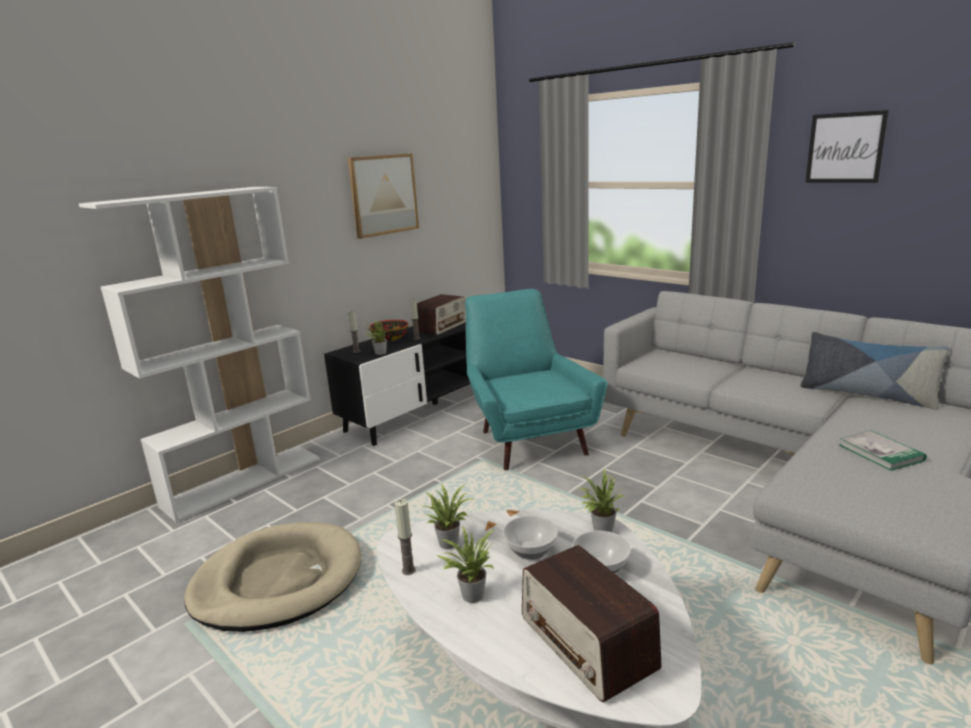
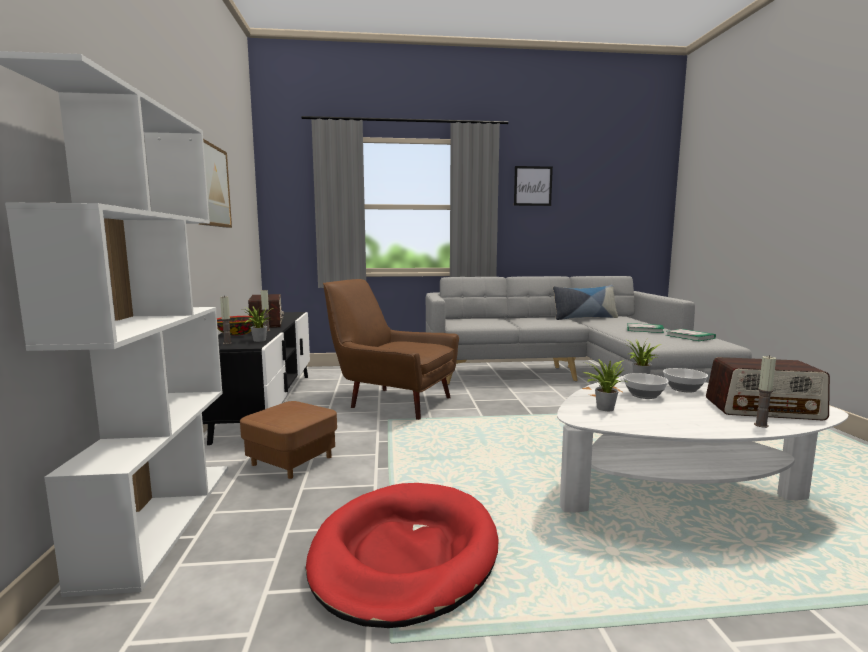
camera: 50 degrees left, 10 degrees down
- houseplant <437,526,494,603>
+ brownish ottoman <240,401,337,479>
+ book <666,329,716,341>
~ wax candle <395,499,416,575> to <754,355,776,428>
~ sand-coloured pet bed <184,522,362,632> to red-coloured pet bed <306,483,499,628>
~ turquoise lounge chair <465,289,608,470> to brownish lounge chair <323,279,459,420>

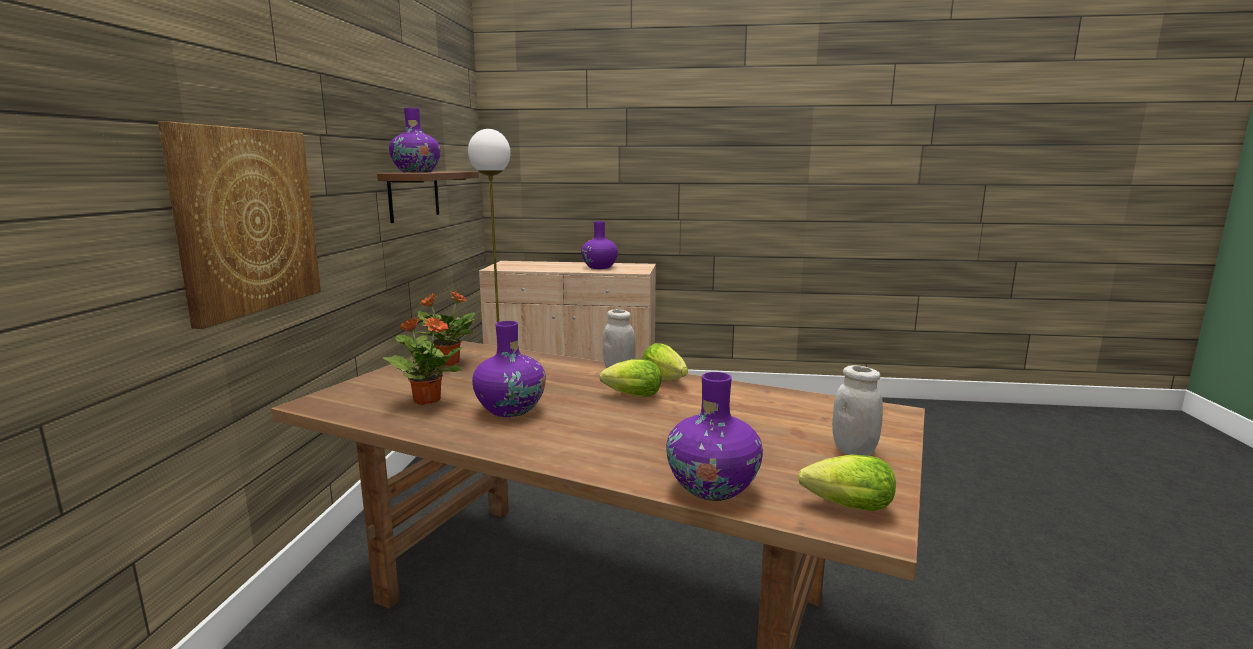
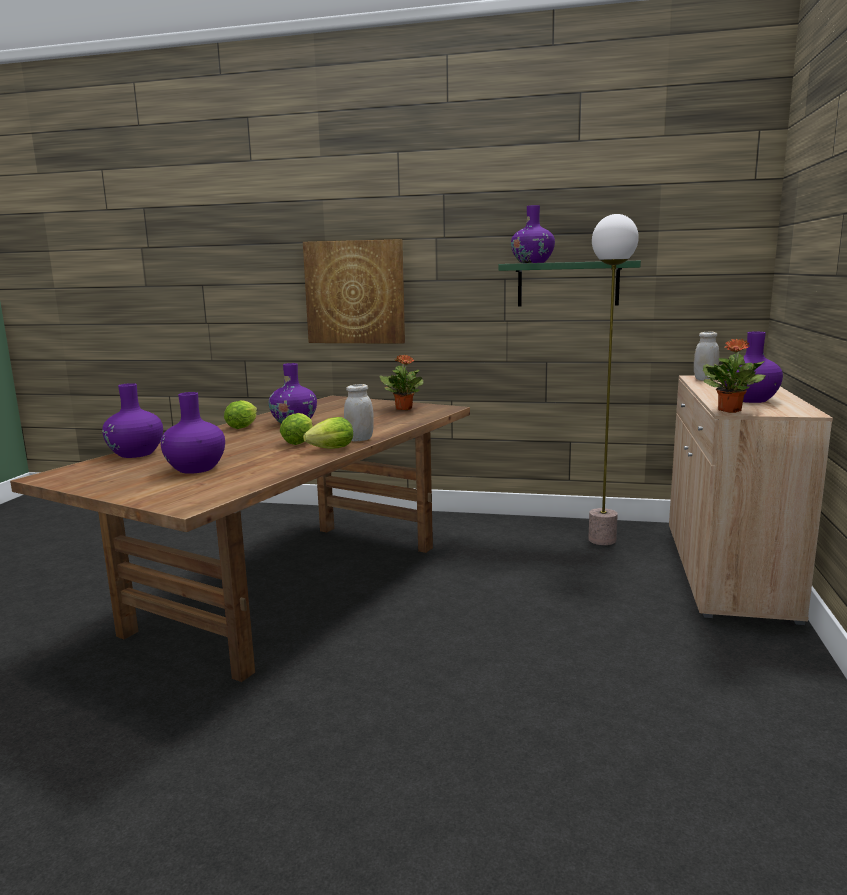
camera: 95 degrees right, 0 degrees up
+ purple vase <160,392,225,474>
~ houseplant <383,317,463,405> to <703,339,766,413>
~ lettuce <798,455,896,511> to <224,400,257,429>
~ white-coloured jar <832,365,883,456> to <694,332,719,381>
~ brownish wall shelf <377,171,479,223> to green wall shelf <498,261,641,307>

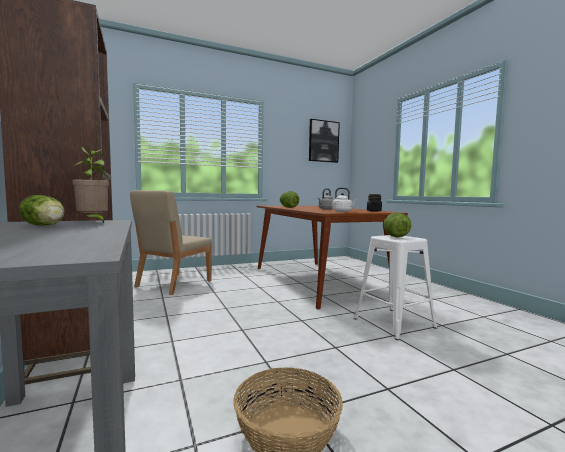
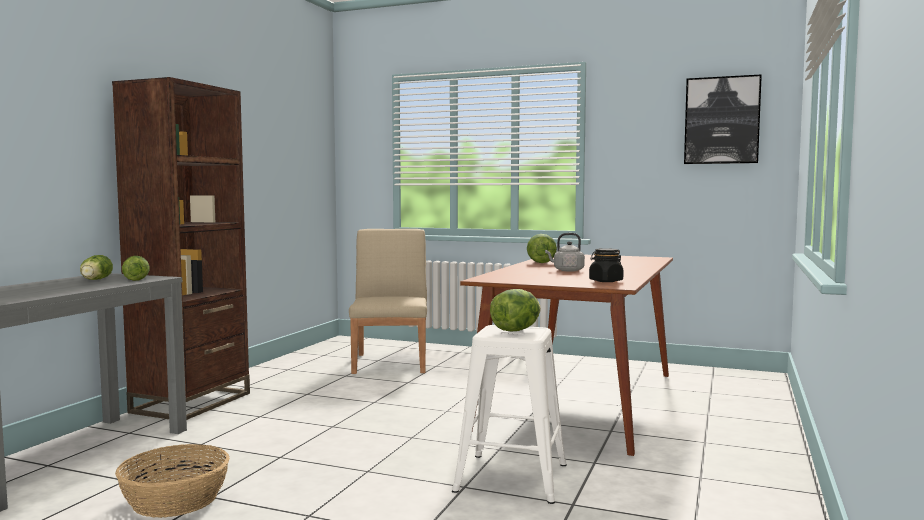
camera: 45 degrees right, 0 degrees up
- white-coloured kettle <332,188,357,212>
~ houseplant <72,147,110,224> to lettuce <122,256,149,281>
~ sand-coloured chair <130,190,212,295> = <349,229,427,374> 105 degrees clockwise

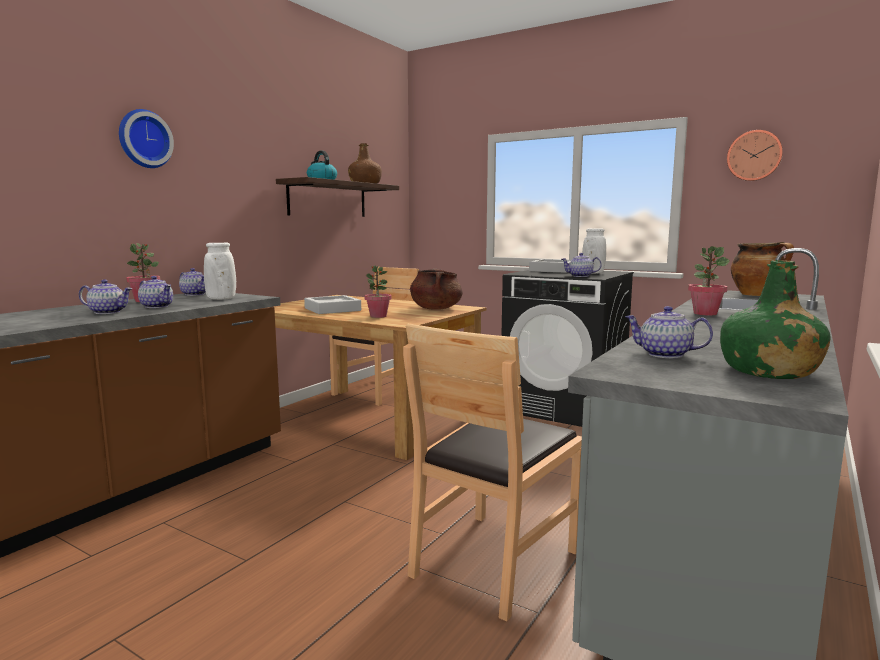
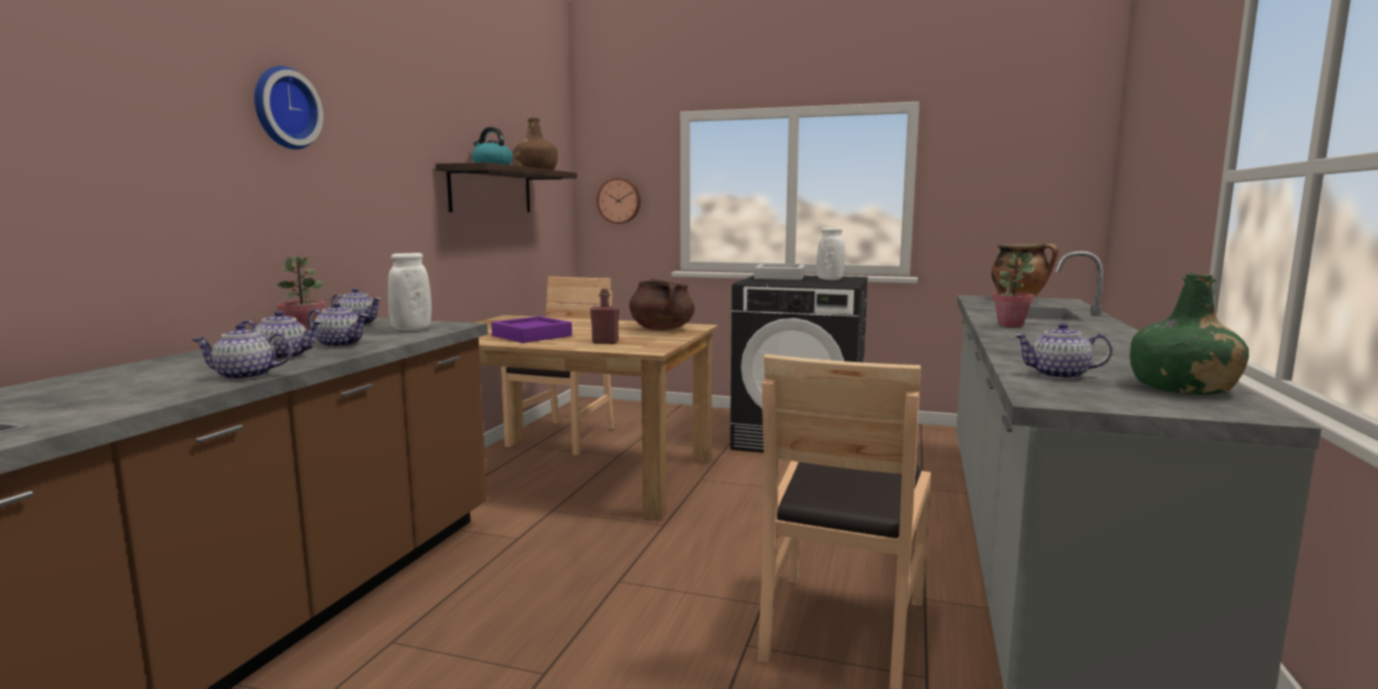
camera: 15 degrees left, 0 degrees up
~ tea pot <561,253,602,277> to <192,323,293,380>
~ clock on the wall <727,130,783,181> to <597,178,641,224>
~ houseplant <365,265,392,318> to red-coloured bottle <590,289,619,344>
~ gray tray <304,295,361,314> to purple tray <491,316,572,343>

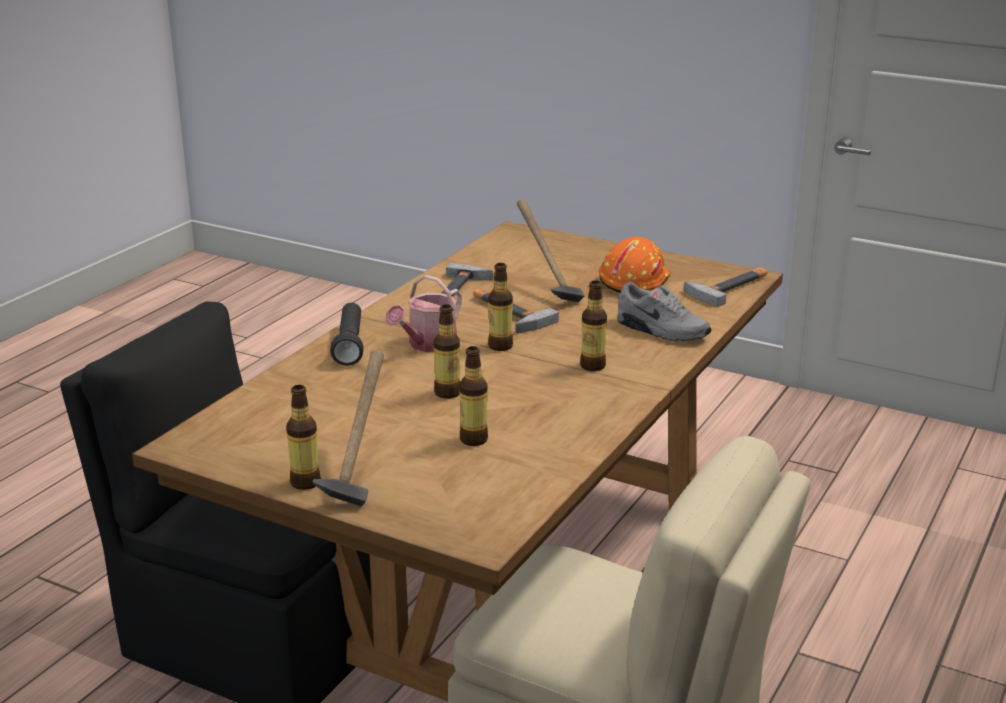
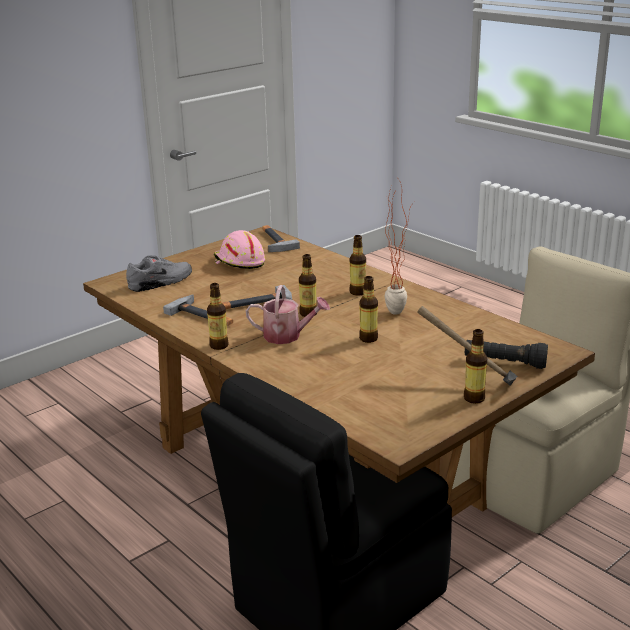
camera: 70 degrees left, 0 degrees up
- hand hammer <517,199,585,302>
+ houseplant <385,180,414,315>
~ black flashlight <330,303,364,366> to <465,340,548,369>
~ bottle <459,346,488,446> to <207,283,229,350>
~ gray item of footwear <617,282,712,341> to <126,255,192,292>
~ orange safety helmet <599,237,670,293> to pink-coloured safety helmet <214,230,265,269>
~ watering can <386,275,462,352> = <246,285,330,344> 45 degrees counterclockwise

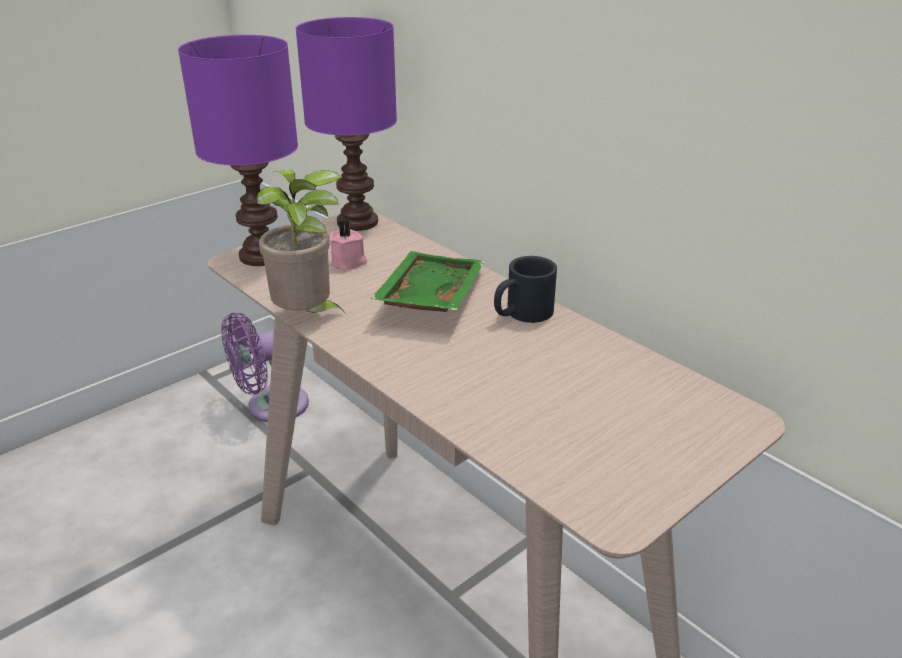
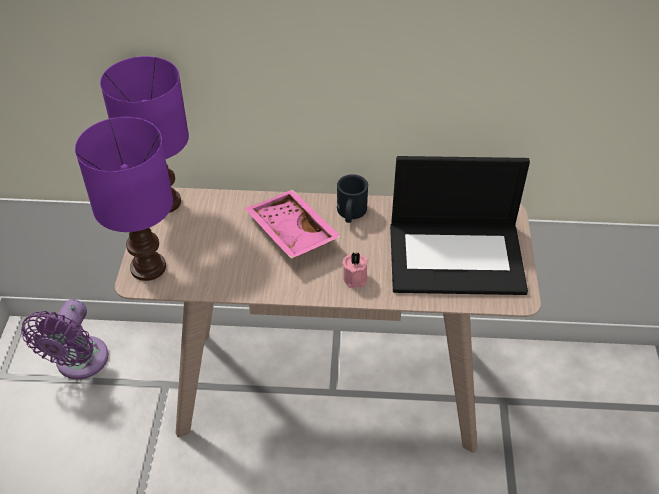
camera: 45 degrees left, 15 degrees up
- houseplant <257,170,344,313>
+ laptop <390,156,530,295>
~ pink-coloured wax candle <330,219,367,271> to <342,252,367,288>
~ green tray <371,251,485,312> to pink-coloured tray <245,189,342,259>

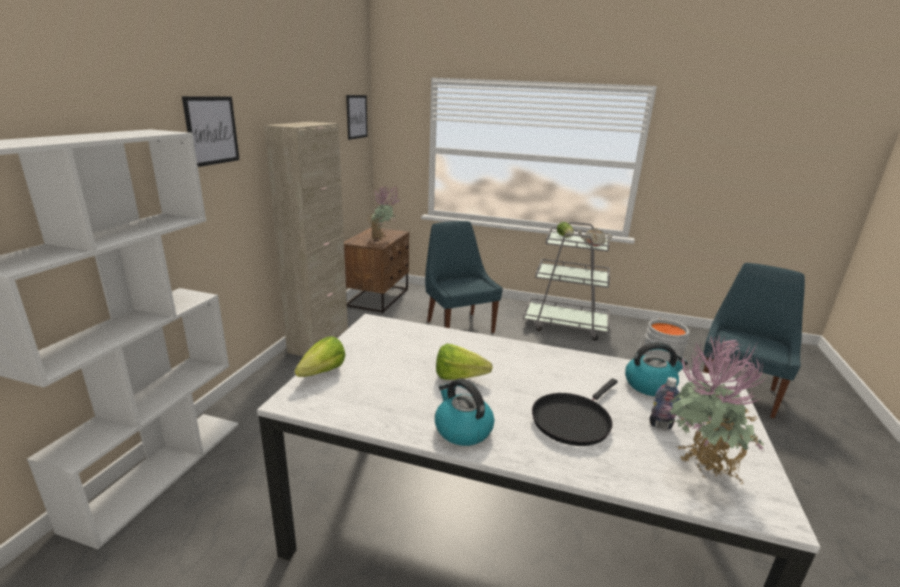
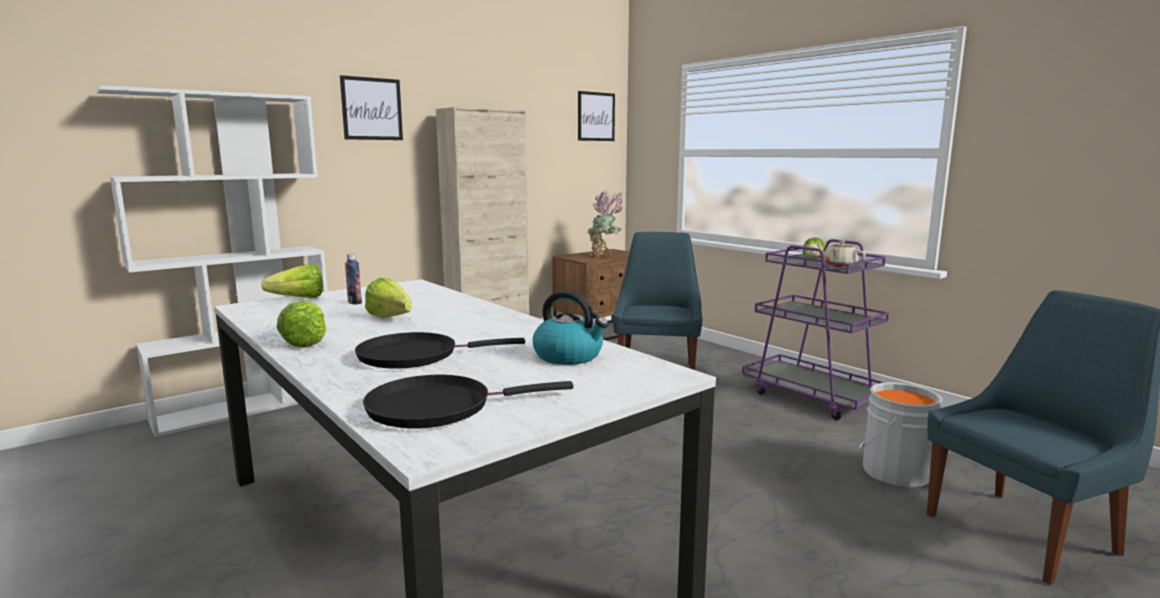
camera: 35 degrees right, 10 degrees down
~ bottle <649,377,681,430> to <345,254,362,305>
~ kettle <435,378,494,446> to lettuce <277,301,326,348>
~ houseplant <664,334,765,484> to black pan <363,375,574,428>
~ gray wheeled cart <523,222,610,341> to purple wheeled cart <742,239,889,420>

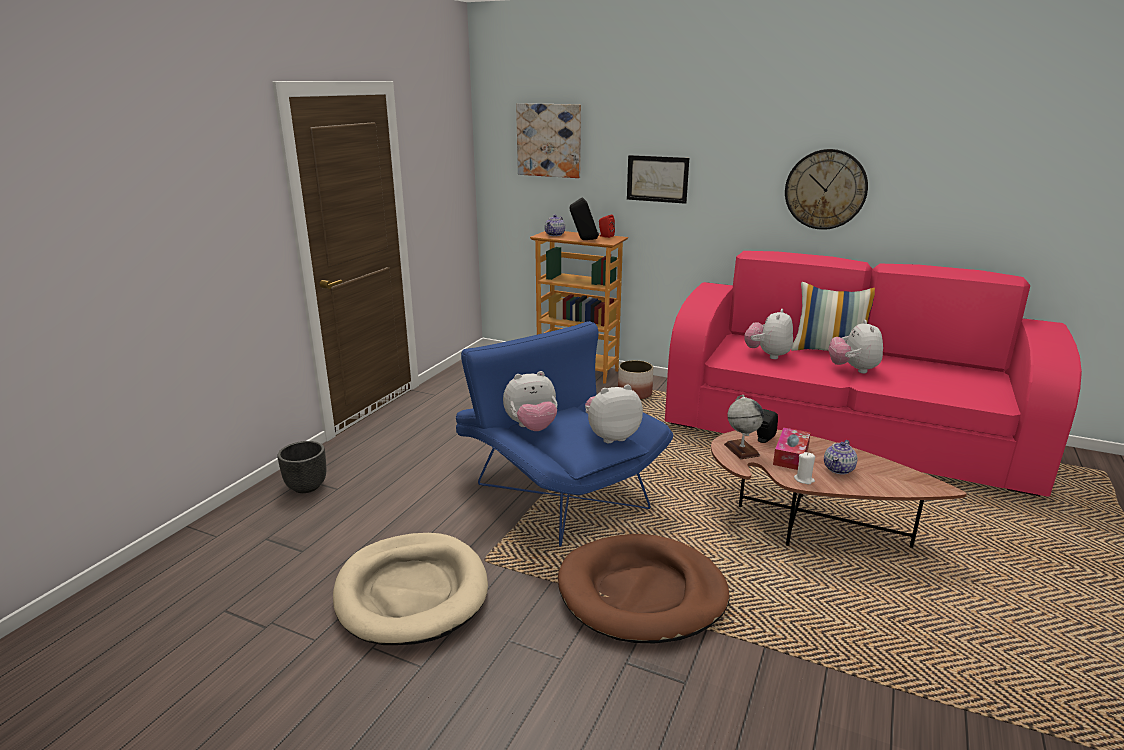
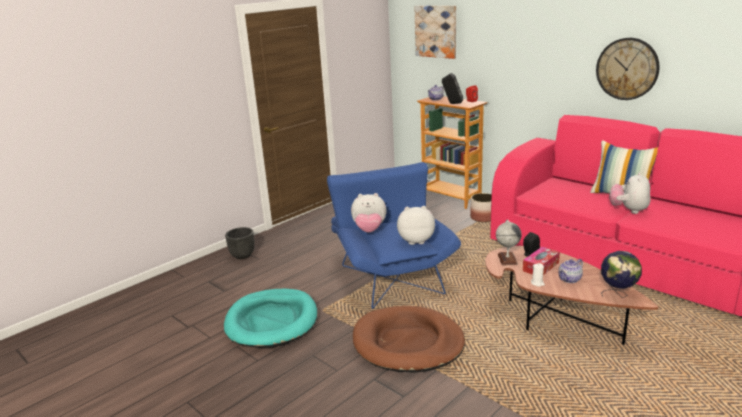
camera: 20 degrees right, 0 degrees up
- wall art <627,155,689,204>
- soft toy <744,309,793,359>
+ globe <601,251,642,298>
~ sand-coloured pet bed <333,533,488,645> to turquoise pet bed <224,289,317,348>

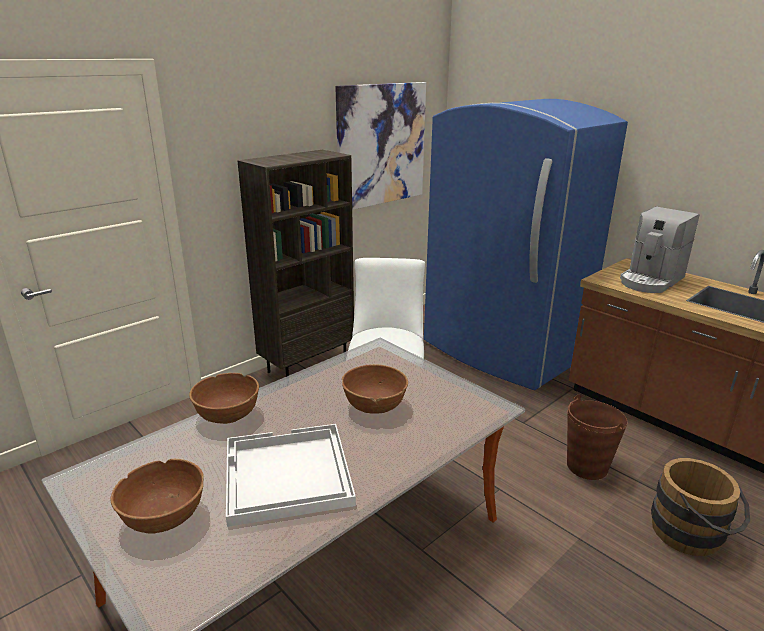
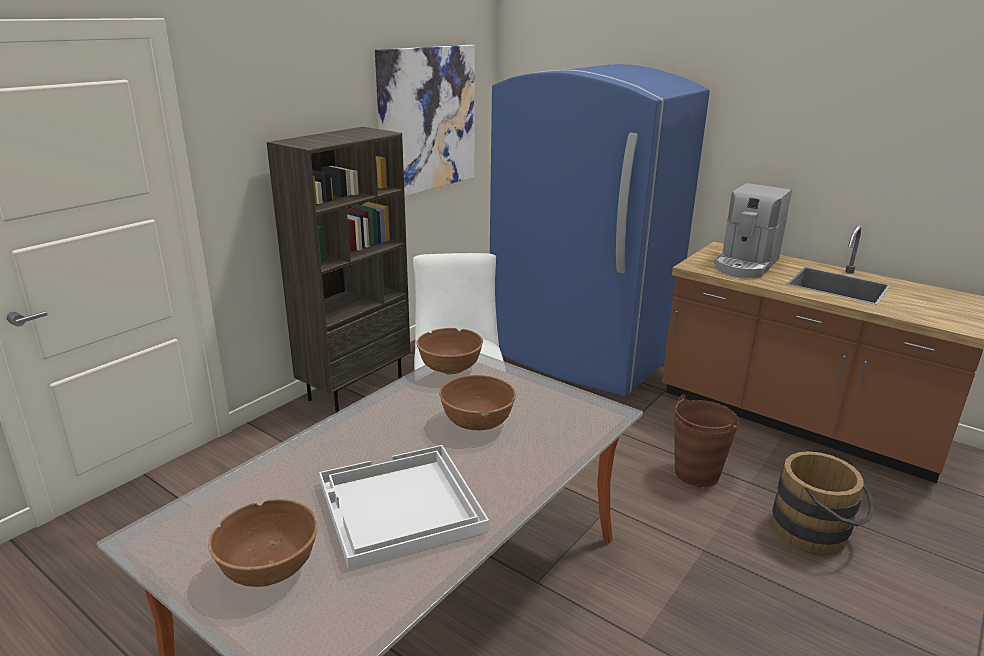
camera: 10 degrees left, 0 degrees up
~ brownish serving bowl <189,373,259,424> to <416,328,483,374>

